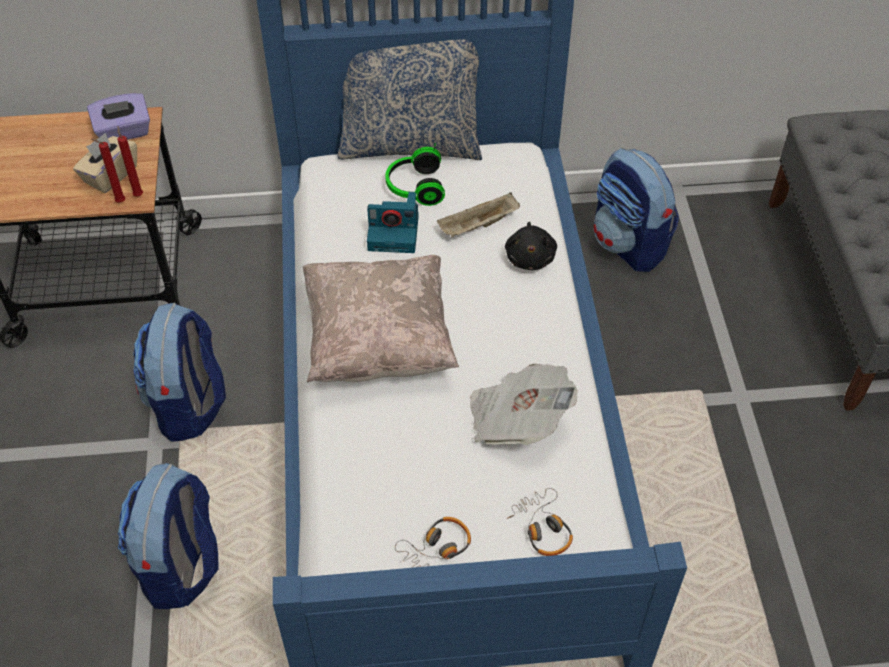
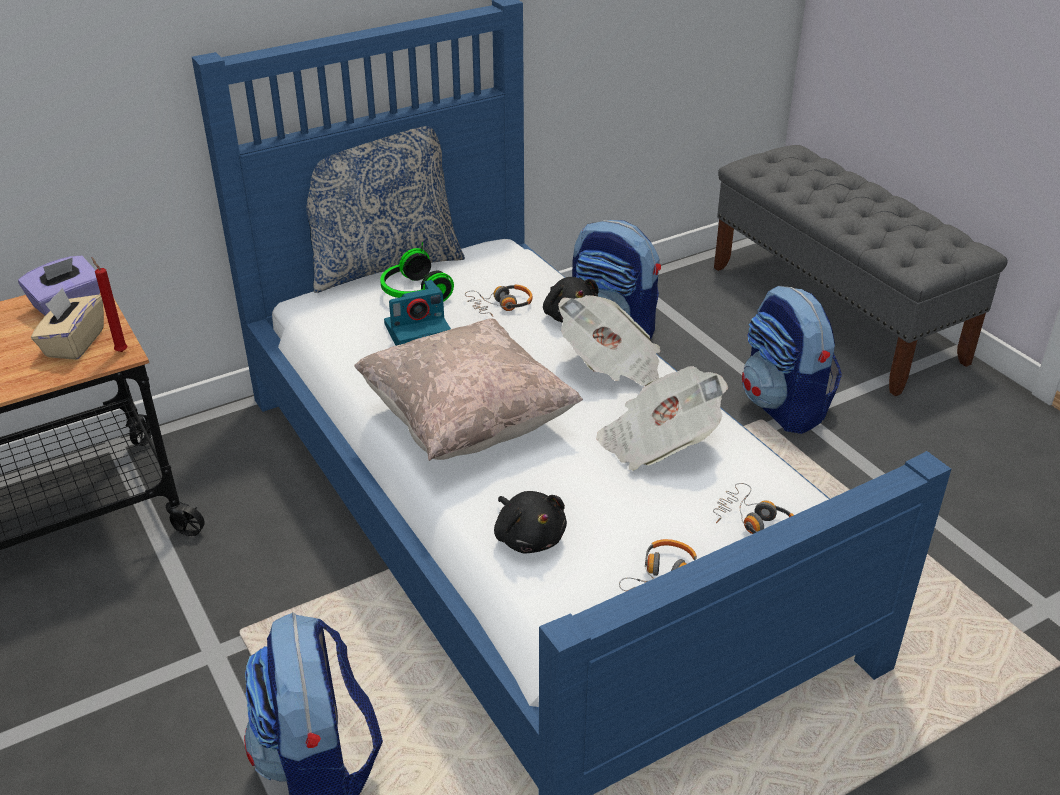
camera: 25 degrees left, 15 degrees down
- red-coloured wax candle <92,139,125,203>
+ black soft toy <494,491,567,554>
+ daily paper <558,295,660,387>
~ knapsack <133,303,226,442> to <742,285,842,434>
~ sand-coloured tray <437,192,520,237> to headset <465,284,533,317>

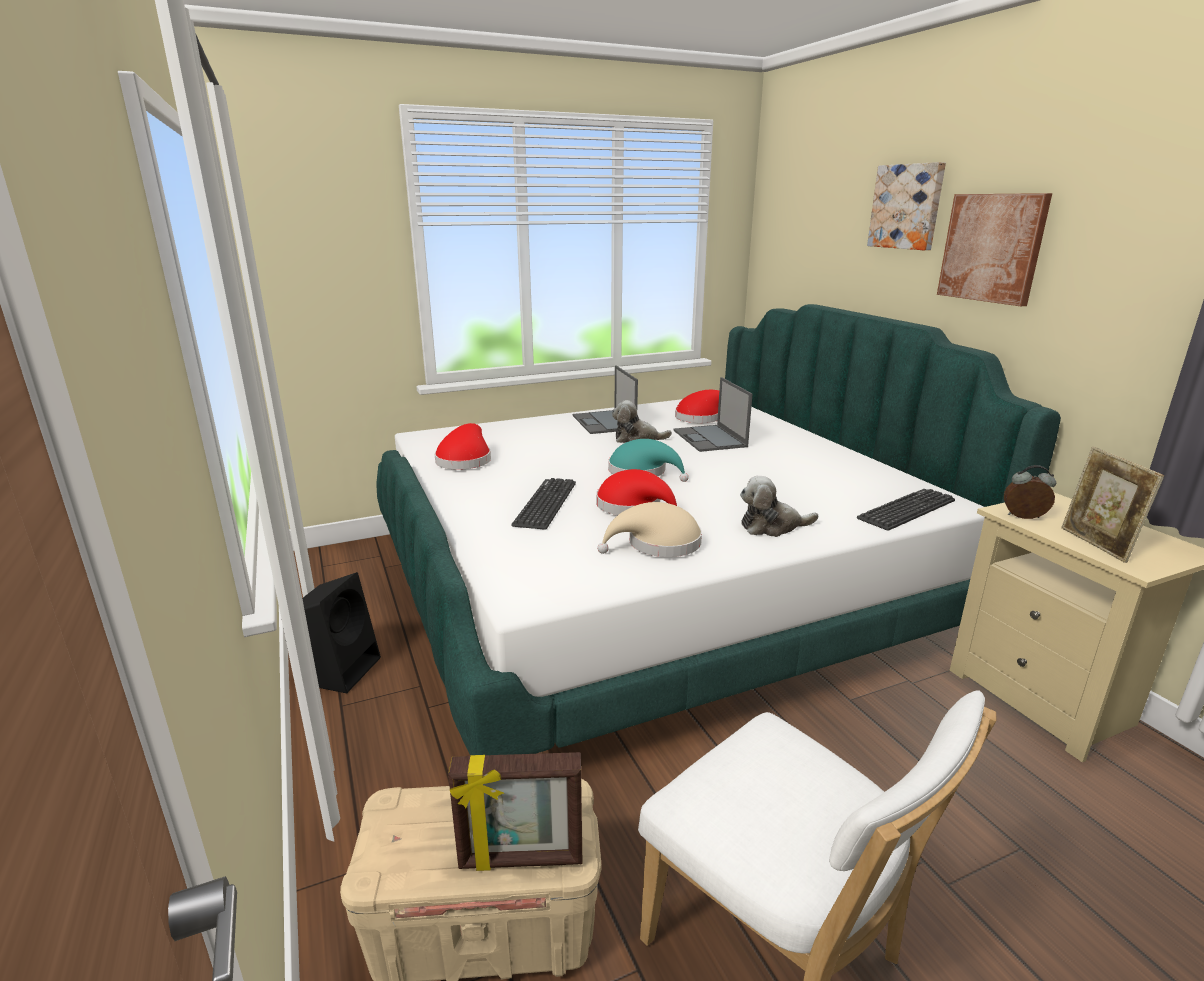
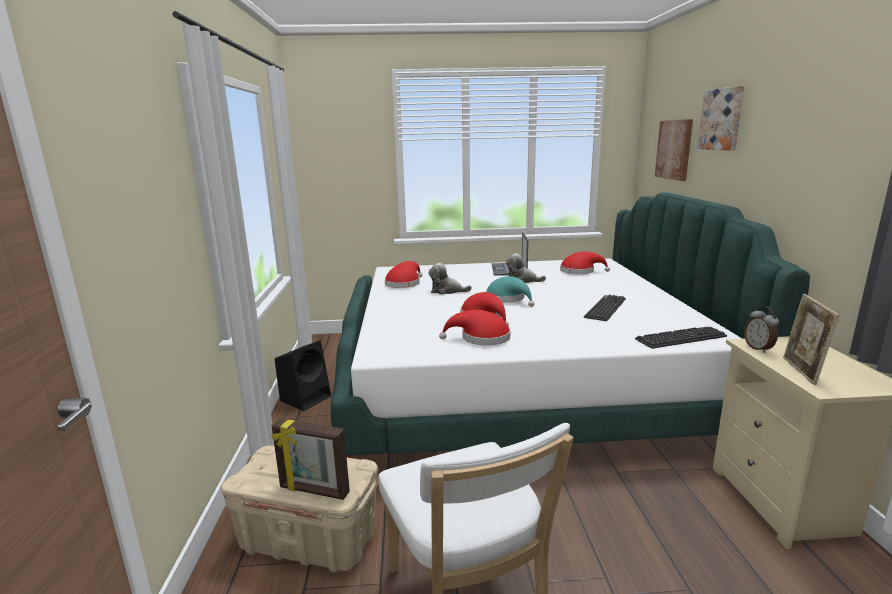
camera: 20 degrees right, 5 degrees down
- laptop <674,377,753,452>
~ computer keyboard <511,478,576,530> to <584,295,626,321>
~ soft toy <740,476,818,537> to <429,263,472,295>
~ wall art <937,193,1052,306> to <655,119,693,181>
~ sand-coloured hat <597,502,702,557> to red-coloured hat <439,310,510,346>
~ alarm clock <1004,465,1056,519> = <744,307,779,353> 135 degrees counterclockwise

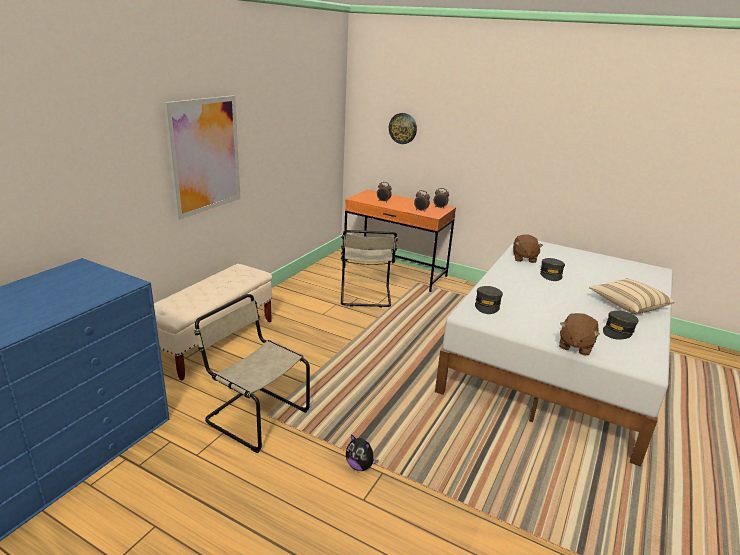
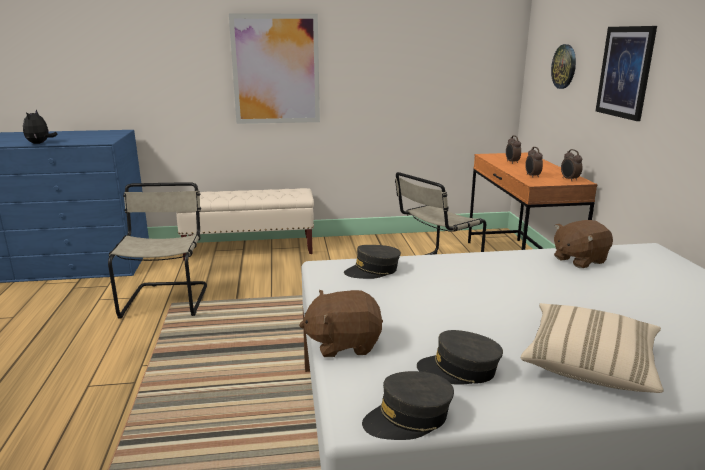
camera: 55 degrees right, 5 degrees down
+ wall art <596,26,657,121>
~ soft toy <346,434,379,471> to <23,110,58,144>
~ gray peaked cap <540,258,565,281> to <362,371,454,440>

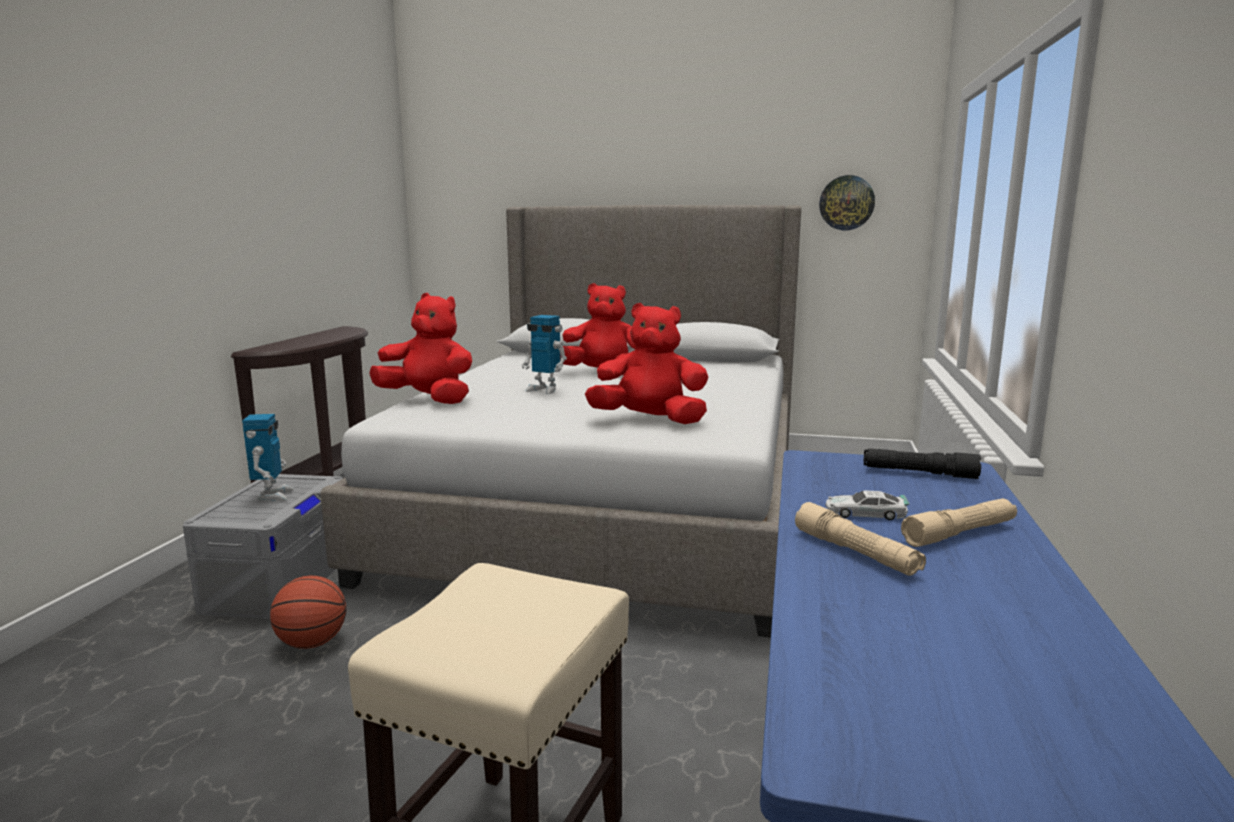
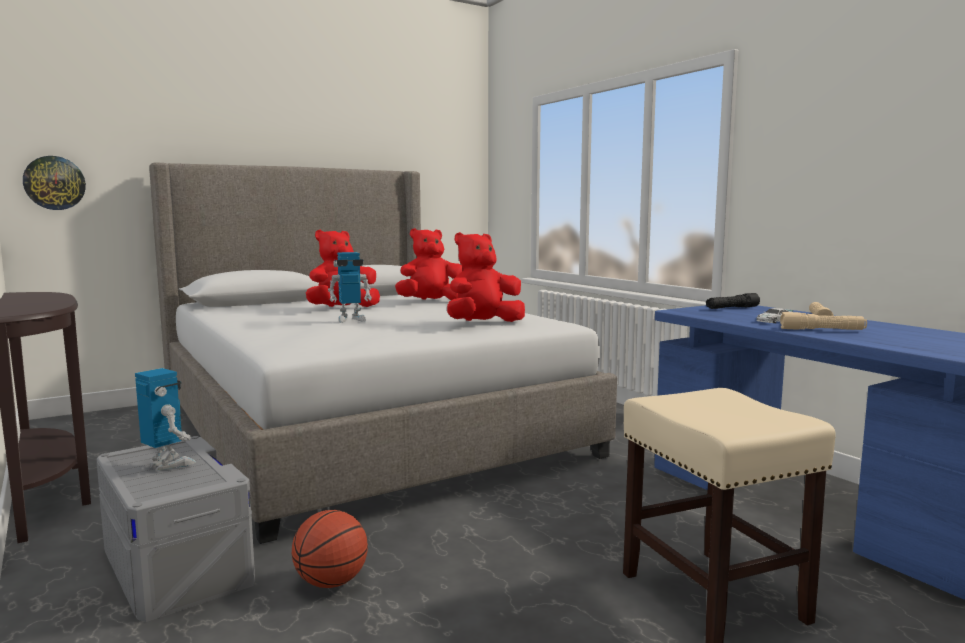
camera: 45 degrees left, 5 degrees down
~ red-coloured soft toy <369,293,472,404> to <395,228,464,300>
~ clock on the wall <819,175,875,230> to <23,156,86,210>

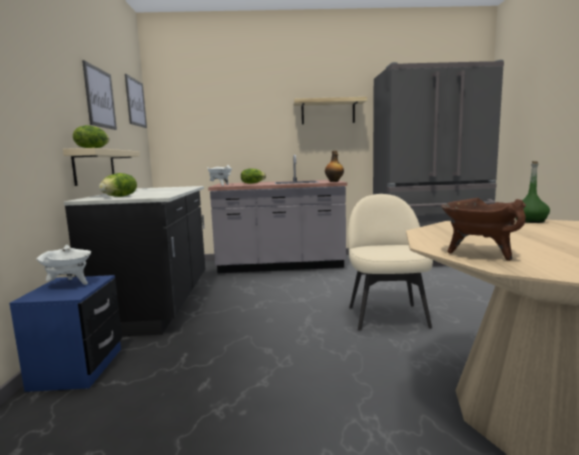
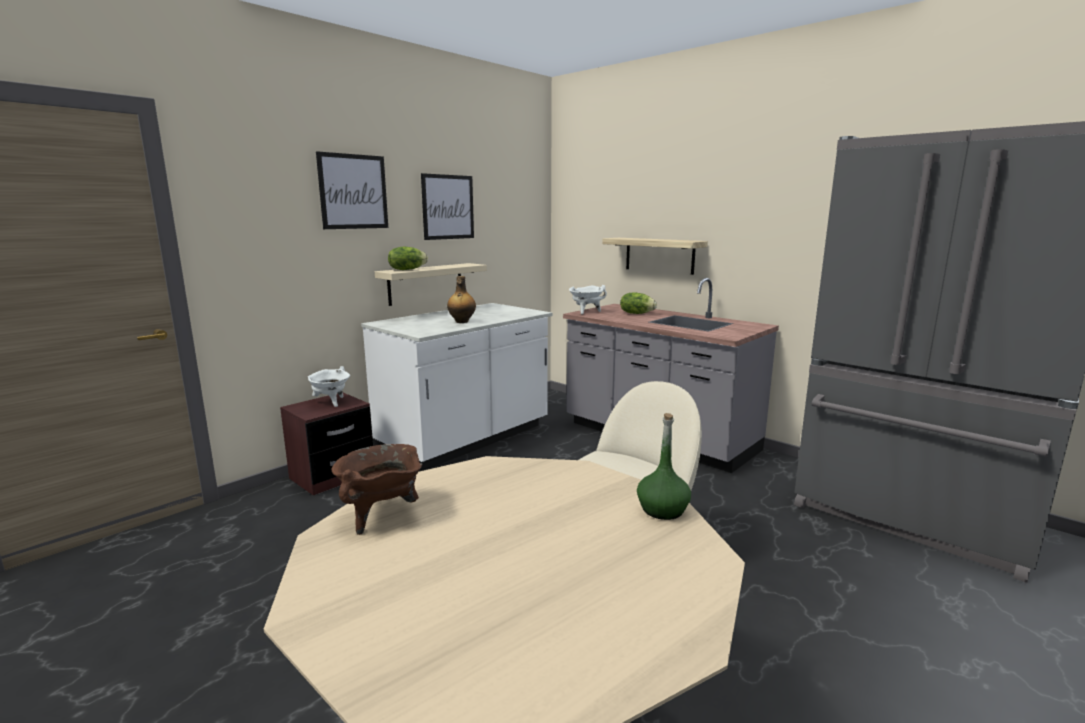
camera: 45 degrees right, 5 degrees up
- lettuce <99,173,137,197>
~ wall art <125,74,147,128> to <316,151,388,229>
~ wall shelf <293,97,367,124> to <602,238,708,275>
~ bottle <325,151,344,182> to <447,276,476,323>
~ blue-coloured bedside table <9,275,122,392> to brownish bedside table <280,393,373,495>
~ black counter <64,186,205,337> to white-coloured counter <361,303,552,471>

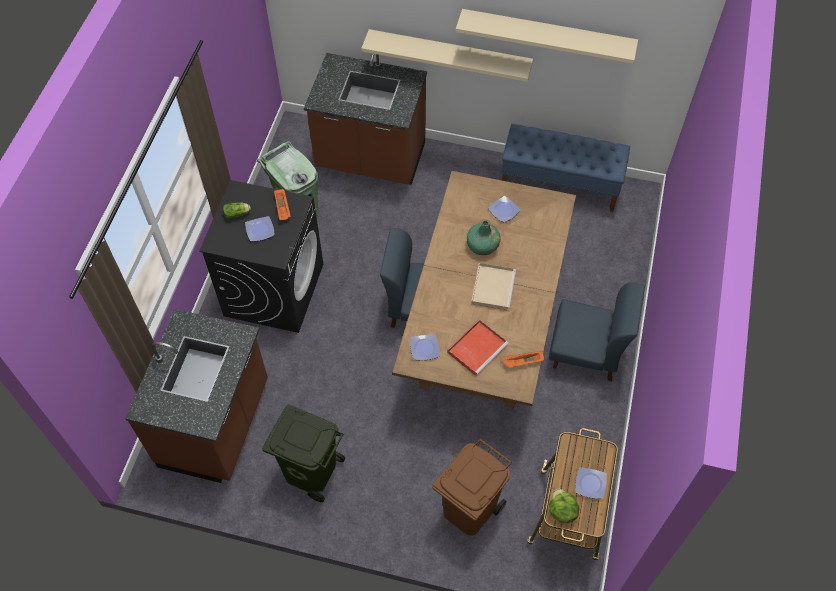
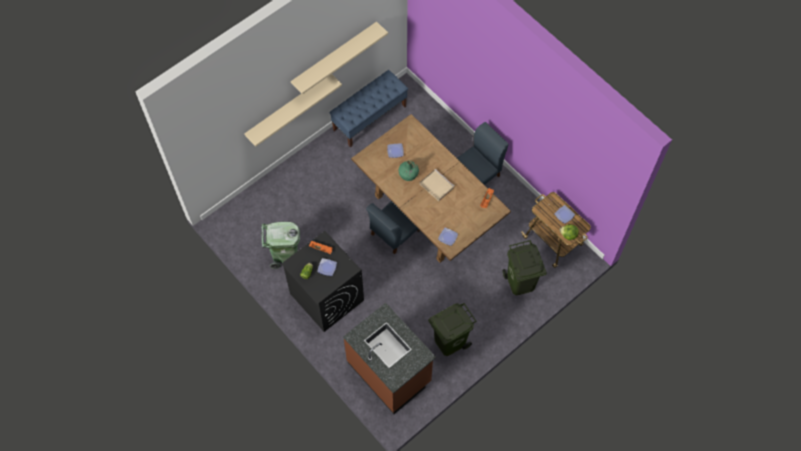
camera: 55 degrees left, 5 degrees up
- brownish counter <304,53,427,185>
- red-coloured tray <447,320,509,376>
~ brownish trash can <432,438,512,536> to green trash can <503,240,547,295>

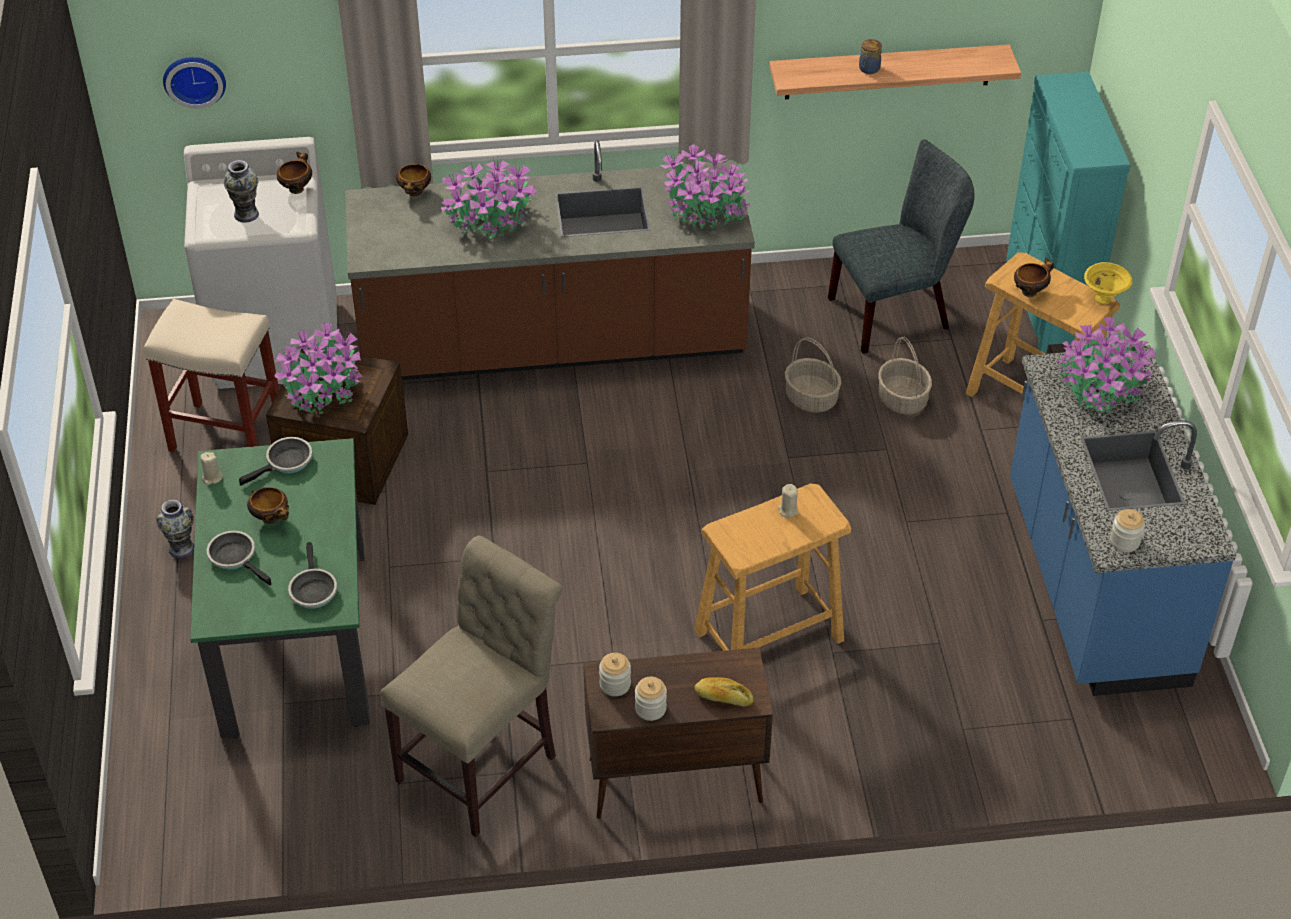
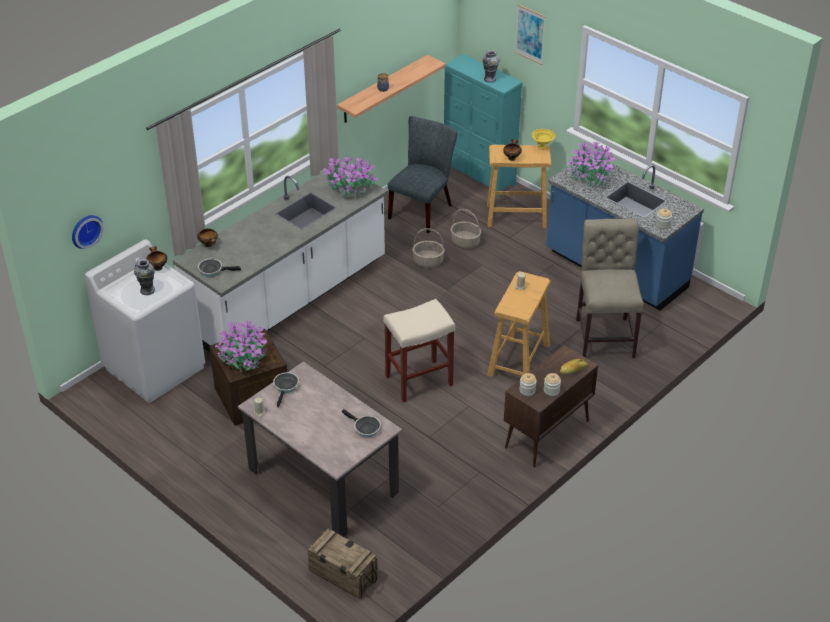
camera: 40 degrees left, 5 degrees down
- serving bowl <247,487,289,524>
- houseplant <440,155,537,241>
+ packing crate <307,529,378,599>
+ wall art <515,4,546,65>
~ sand-coloured stool seat <144,299,279,452> to <383,299,456,403>
~ vase <157,499,194,558> to <482,50,500,83>
~ pan <207,531,271,586> to <198,258,241,276>
~ sand-coloured chair <380,536,563,837> to <576,219,644,358>
~ green dinner table <190,438,370,738> to sand-coloured dinner table <238,361,402,536>
~ brownish counter <345,140,755,380> to white-coloured counter <173,164,387,352>

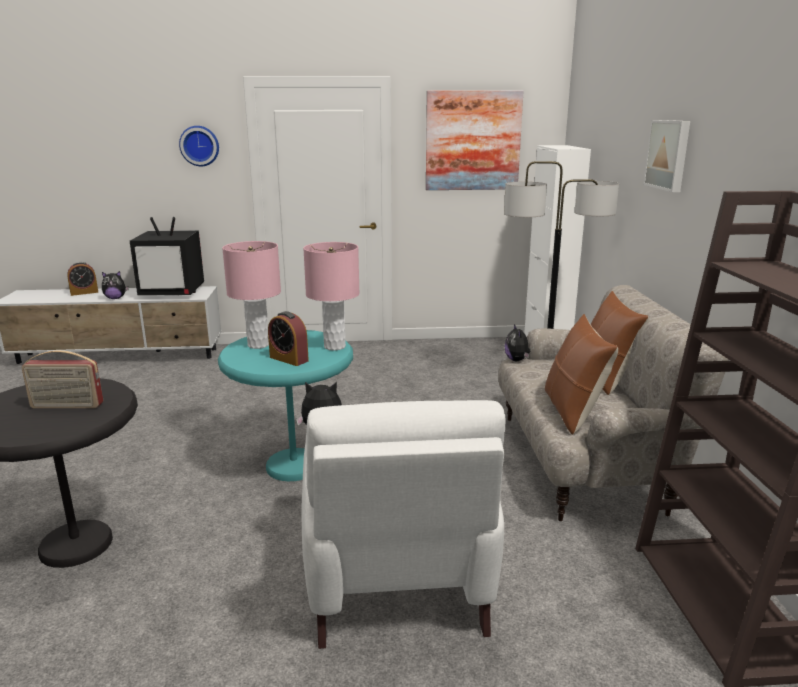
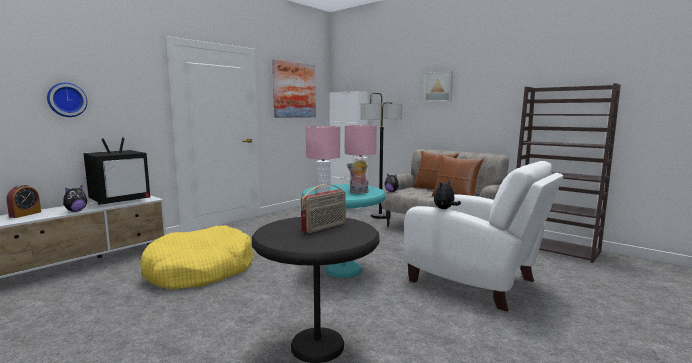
camera: 45 degrees left, 10 degrees down
+ yellow-coloured pet bed <140,226,254,289>
~ clock on the wall <179,126,219,166> to <47,83,87,117>
~ alarm clock <268,311,309,366> to soft toy <347,156,369,193>

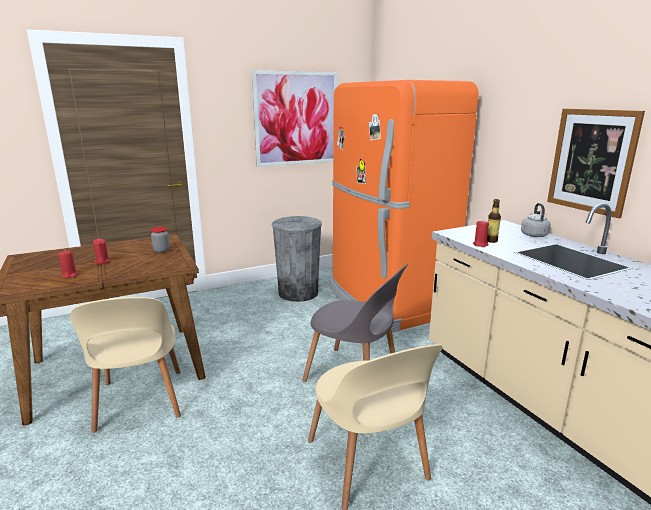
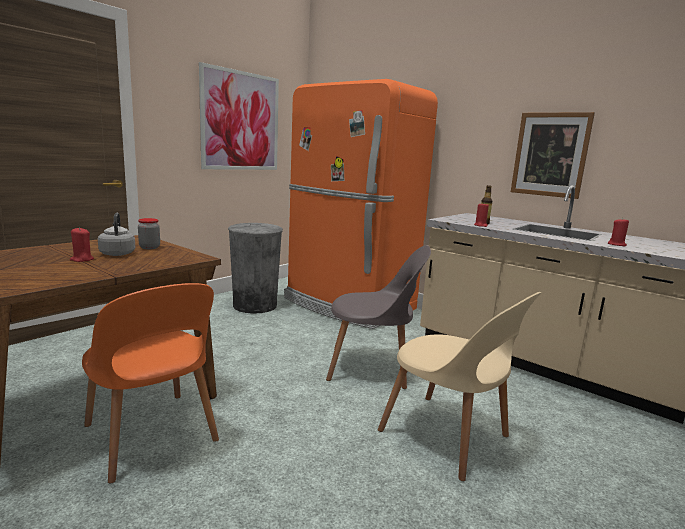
camera: 25 degrees left, 5 degrees down
~ red-coloured wax candle <58,250,79,278> to <608,218,629,246>
~ gray kettle <521,203,551,237> to <98,213,136,256>
~ sand-coloured chair <70,297,181,433> to orange chair <82,283,219,484>

